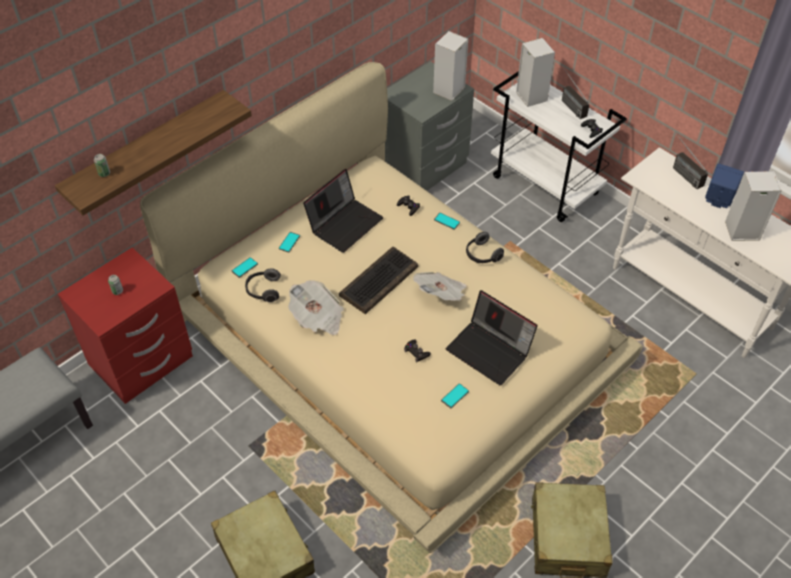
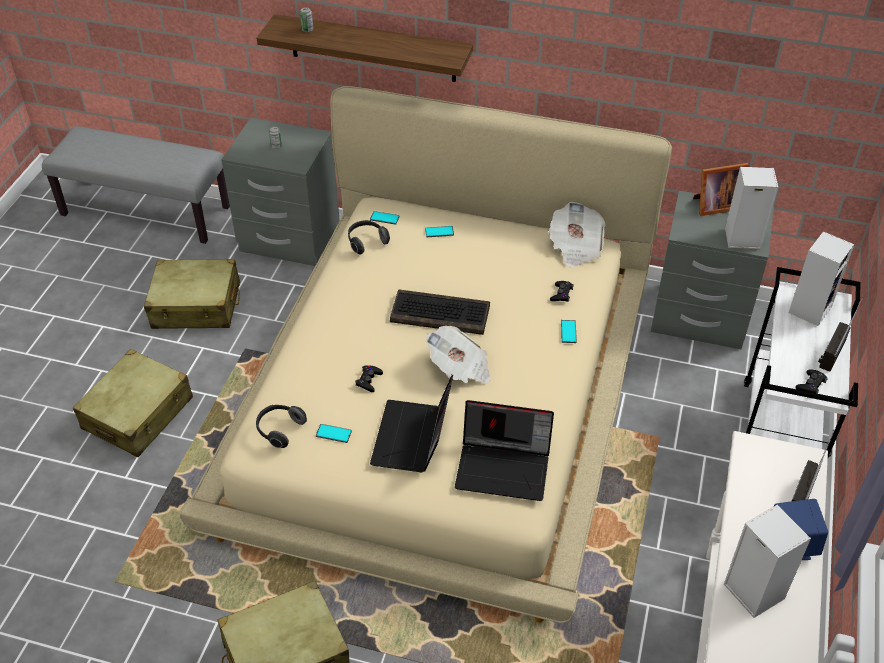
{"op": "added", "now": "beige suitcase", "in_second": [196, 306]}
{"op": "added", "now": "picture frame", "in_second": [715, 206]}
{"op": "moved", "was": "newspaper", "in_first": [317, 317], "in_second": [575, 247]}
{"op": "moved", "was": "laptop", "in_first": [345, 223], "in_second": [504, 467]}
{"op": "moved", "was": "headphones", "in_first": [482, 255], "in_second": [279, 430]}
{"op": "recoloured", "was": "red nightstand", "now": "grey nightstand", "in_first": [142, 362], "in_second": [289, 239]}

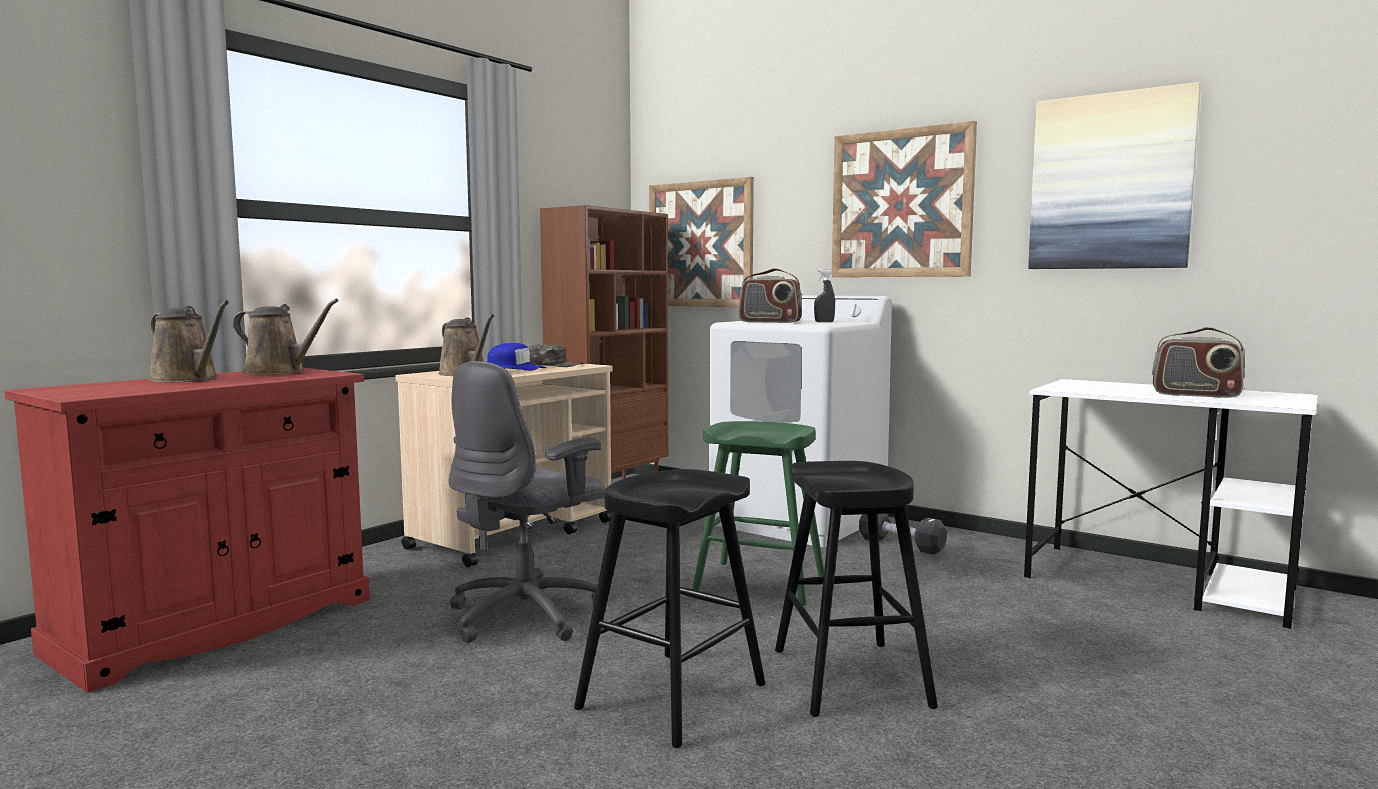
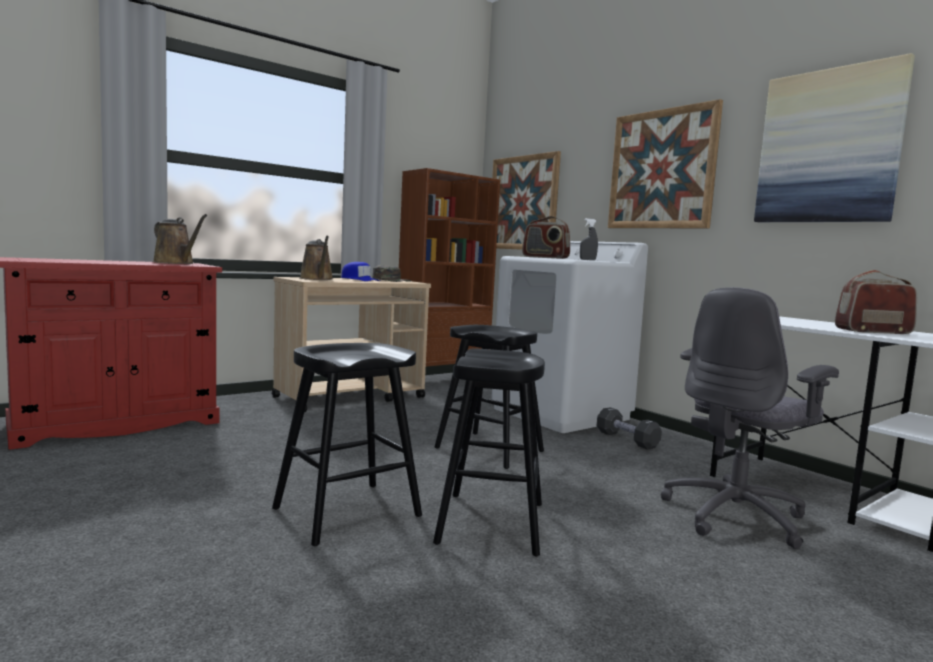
{"op": "removed", "was": "brown watering can", "in_first": [188, 379]}
{"op": "moved", "was": "grey office chair", "in_first": [527, 615], "in_second": [736, 516]}
{"op": "recoloured", "was": "green stool", "now": "black stool", "in_first": [759, 583], "in_second": [489, 449]}
{"op": "turned", "was": "radio", "in_first": [1195, 395], "in_second": [872, 331], "clockwise": 135}

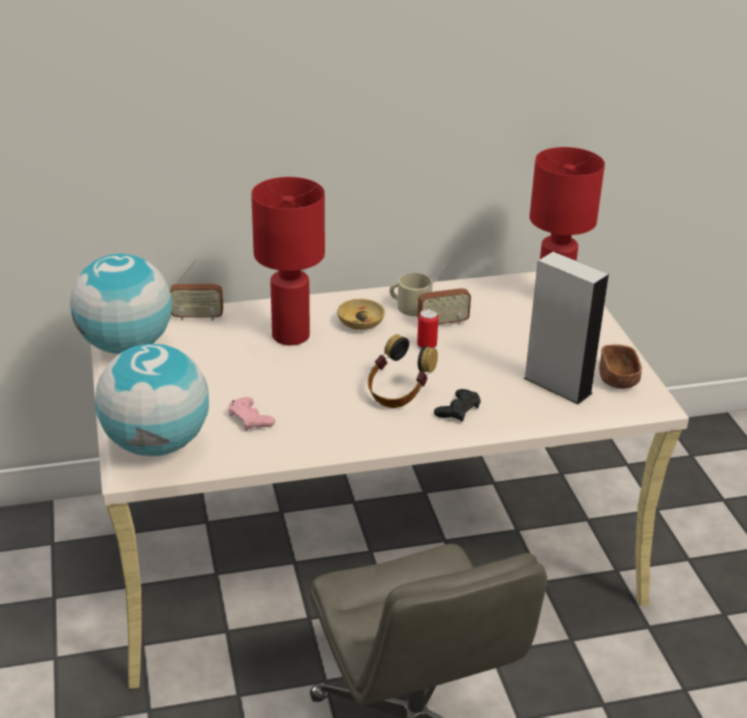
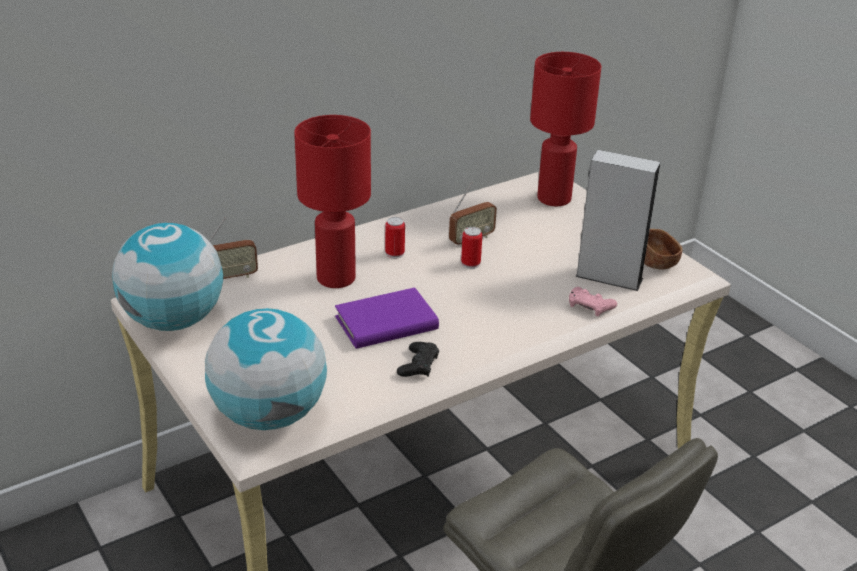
{"op": "removed", "was": "headphones", "in_first": [398, 394]}
{"op": "removed", "was": "beige mug", "in_first": [409, 306]}
{"op": "added", "now": "purple book", "in_second": [386, 323]}
{"op": "moved", "was": "pink game controller", "in_first": [250, 419], "in_second": [590, 306]}
{"op": "moved", "was": "black game controller", "in_first": [458, 410], "in_second": [418, 365]}
{"op": "replaced", "was": "beige bowl", "now": "can", "in_first": [360, 323], "in_second": [394, 253]}

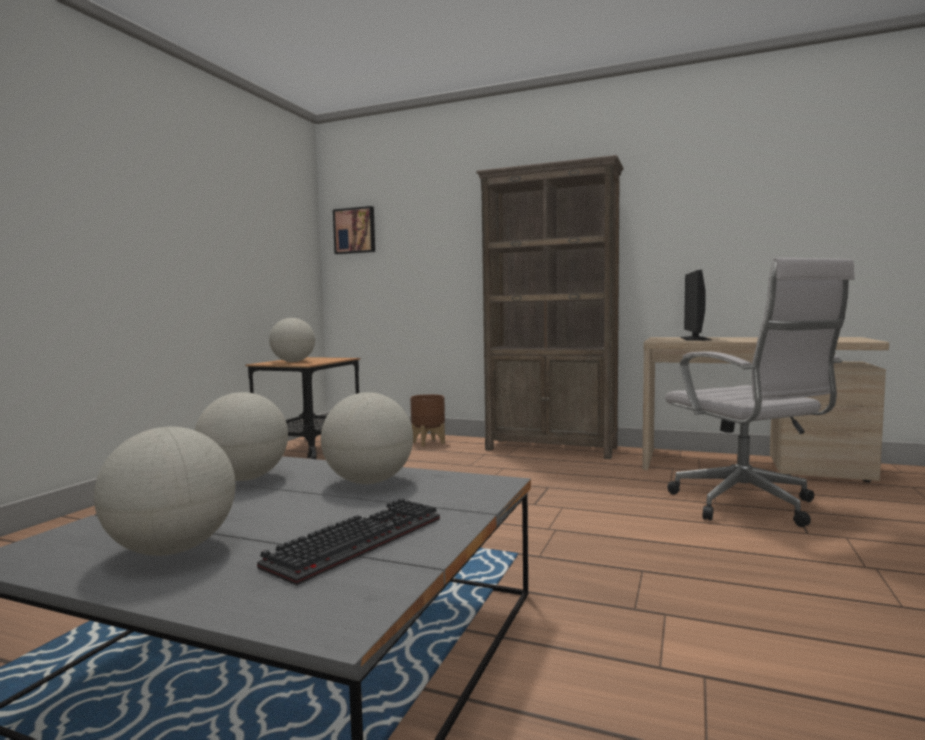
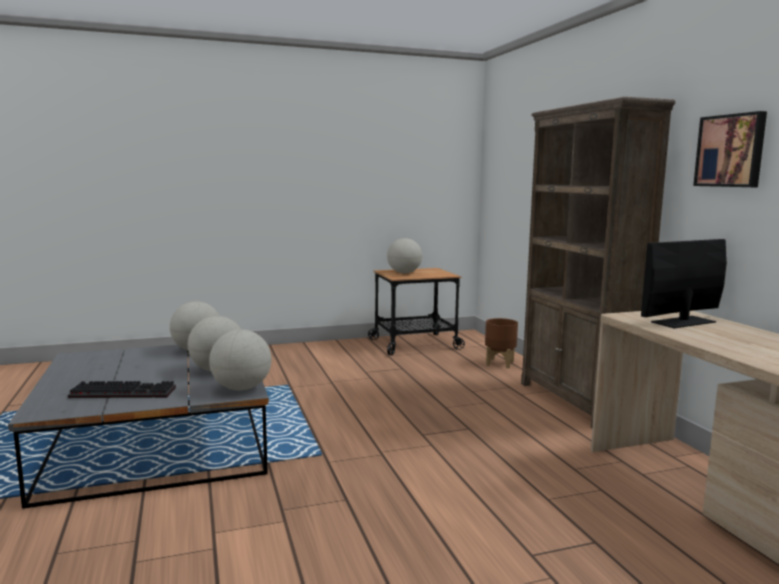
{"op": "removed", "was": "white office chair", "in_first": [748, 506]}
{"op": "moved", "was": "globe", "in_first": [172, 550], "in_second": [241, 388]}
{"op": "moved", "was": "picture", "in_first": [355, 231], "in_second": [731, 151]}

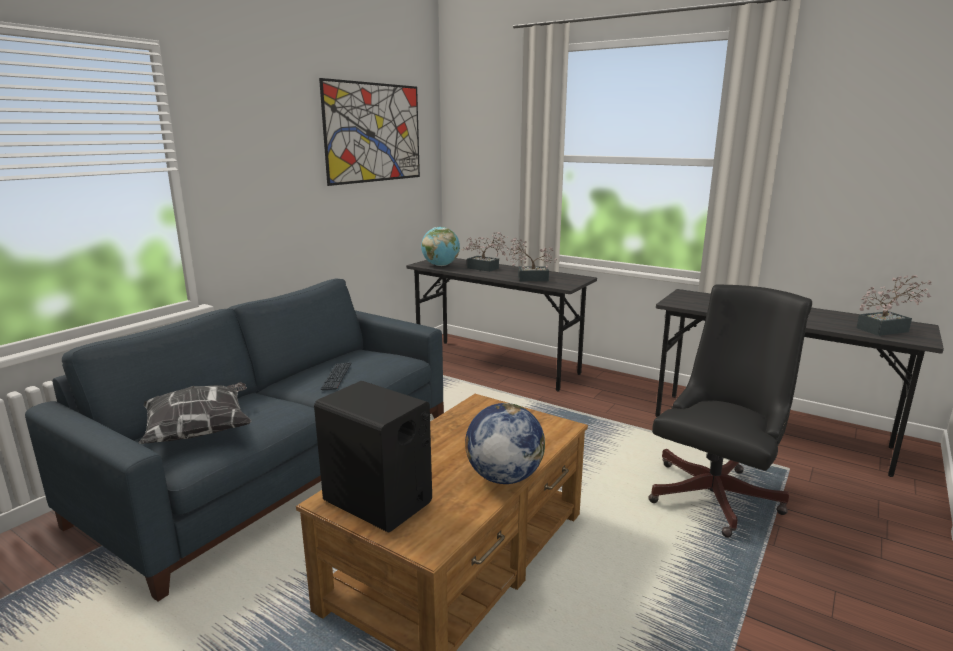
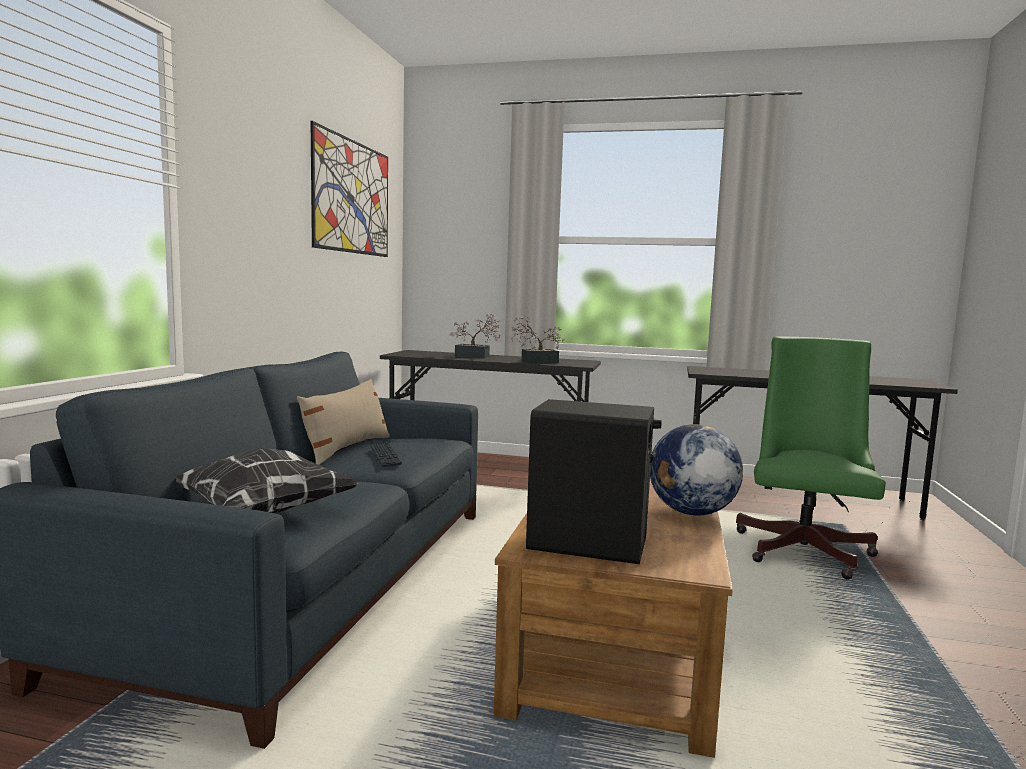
{"op": "removed", "was": "globe", "in_first": [440, 265]}
{"op": "removed", "was": "potted plant", "in_first": [887, 329]}
{"op": "added", "now": "beige pillow", "in_second": [346, 449]}
{"op": "recoloured", "was": "black office chair", "now": "green office chair", "in_first": [717, 493], "in_second": [804, 548]}

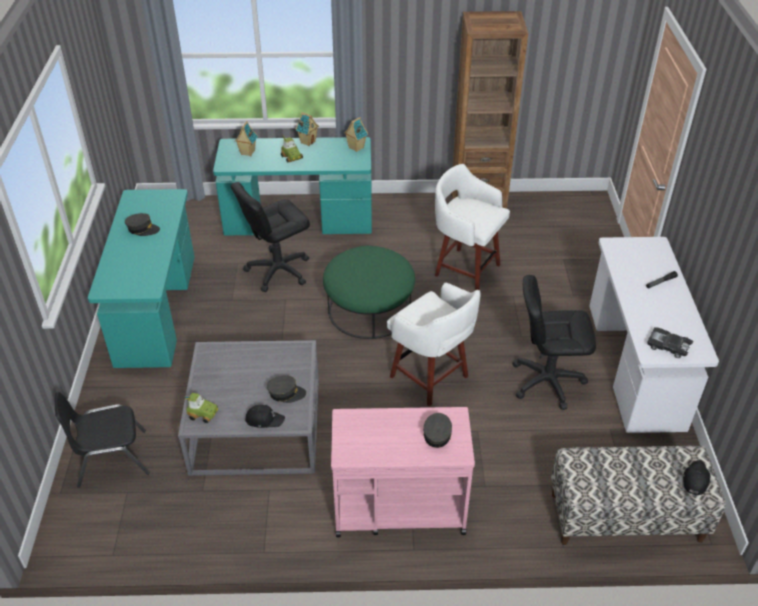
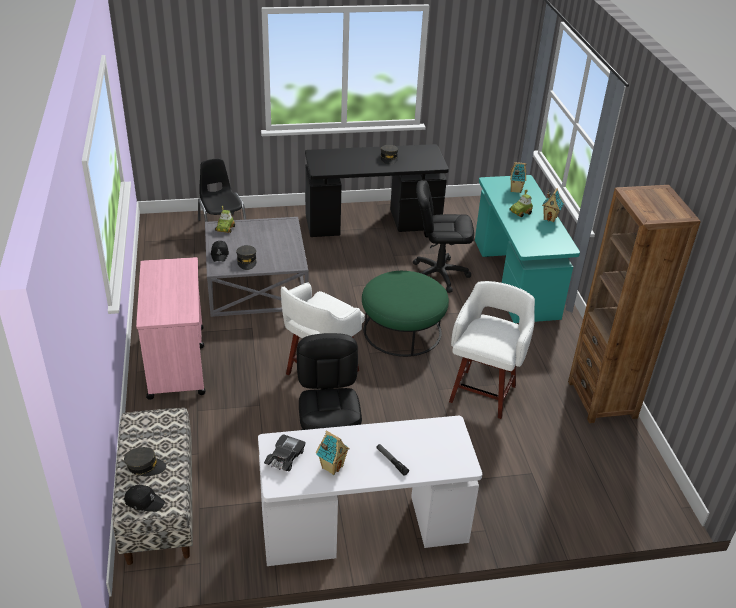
{"op": "moved", "was": "toy house", "in_first": [355, 148], "in_second": [332, 466]}
{"op": "moved", "was": "grey cap", "in_first": [437, 433], "in_second": [145, 466]}
{"op": "recoloured", "was": "turquoise desk", "now": "black desk", "in_first": [156, 309], "in_second": [372, 222]}
{"op": "turned", "was": "black office chair", "in_first": [278, 270], "in_second": [439, 274], "clockwise": -45}

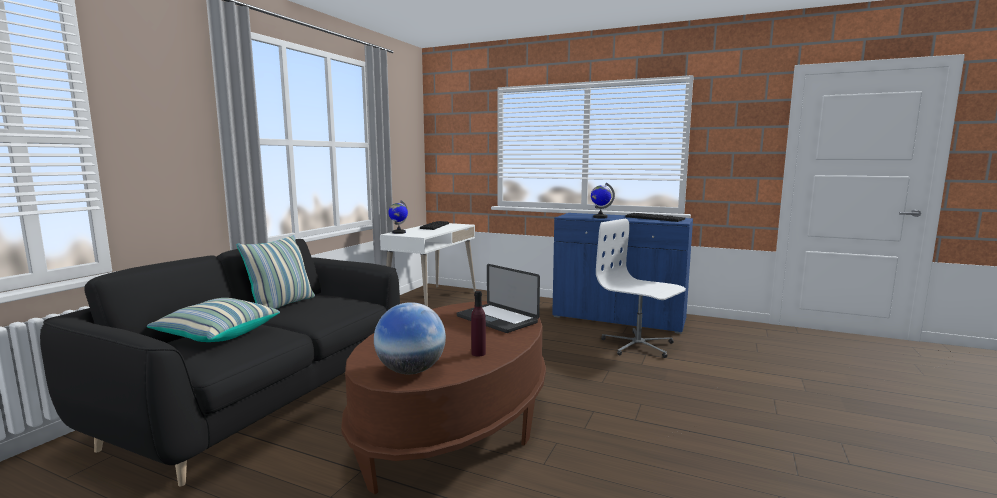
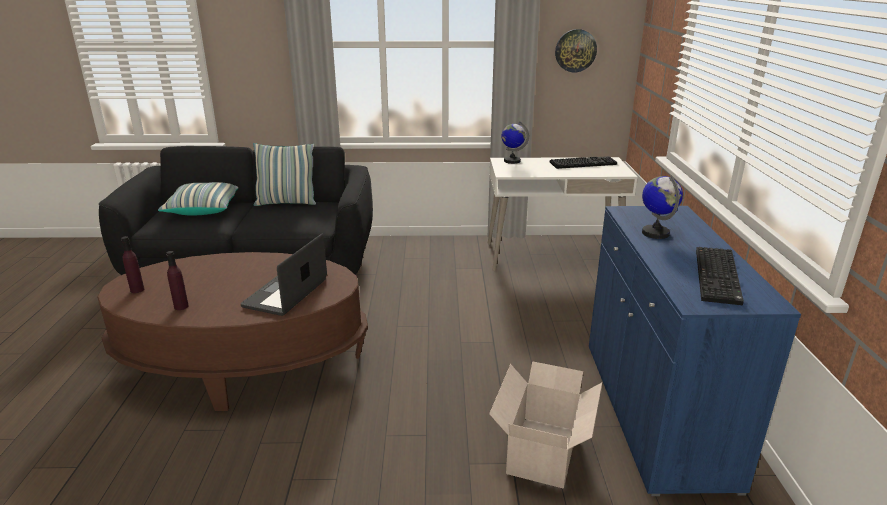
{"op": "added", "now": "wall clock", "in_second": [575, 50]}
{"op": "replaced", "was": "globe", "now": "purple bottle", "in_first": [411, 371], "in_second": [137, 290]}
{"op": "replaced", "was": "white office chair", "now": "cardboard box", "in_first": [638, 345], "in_second": [544, 450]}

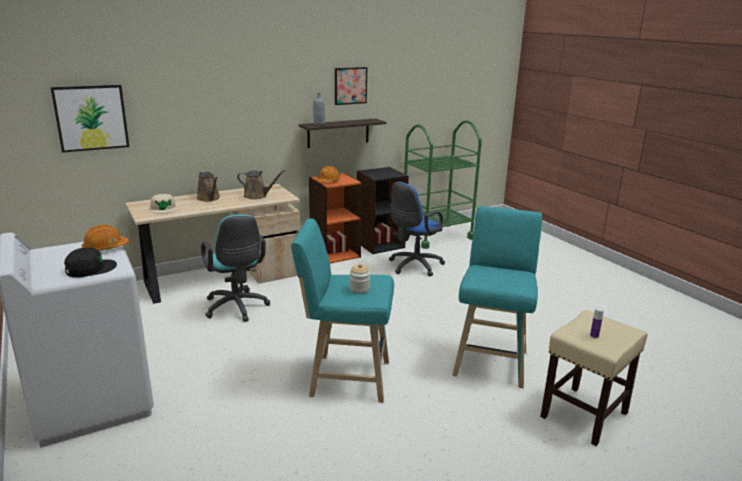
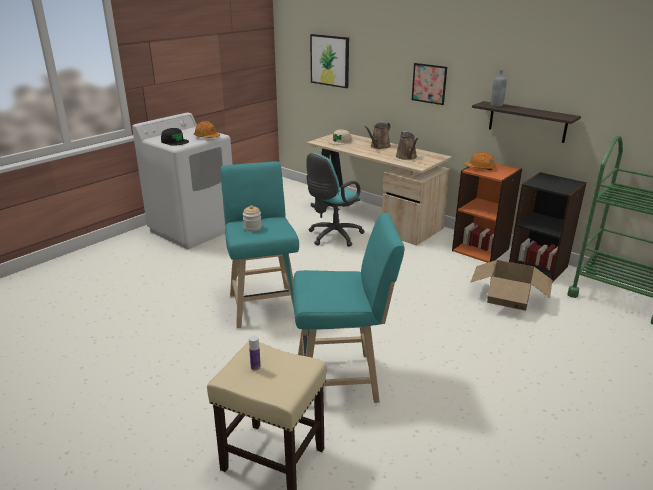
{"op": "moved", "was": "picture", "in_first": [350, 86], "in_second": [429, 83]}
{"op": "replaced", "was": "blue office chair", "now": "cardboard box", "in_first": [413, 266], "in_second": [508, 297]}

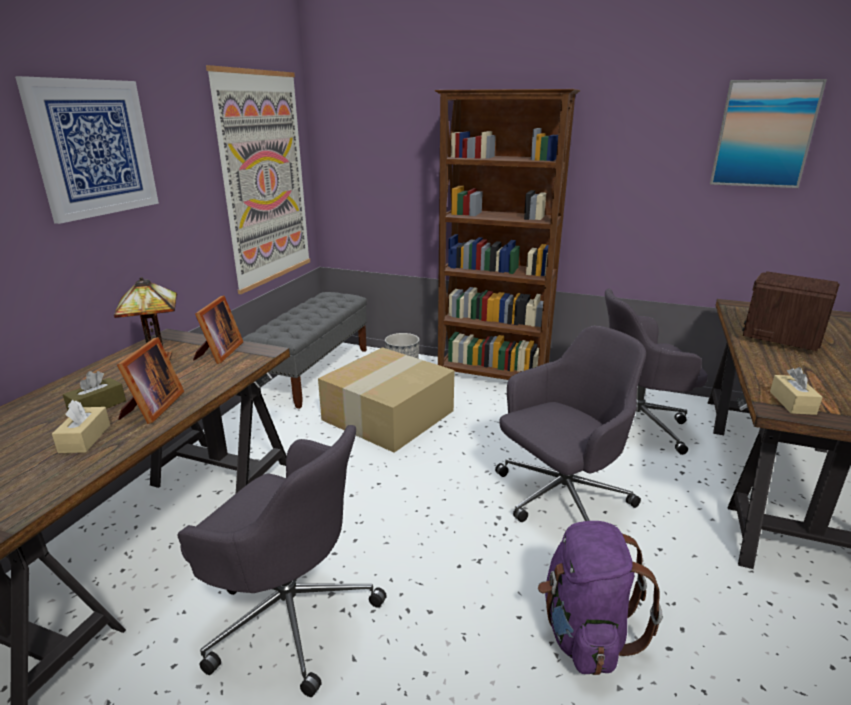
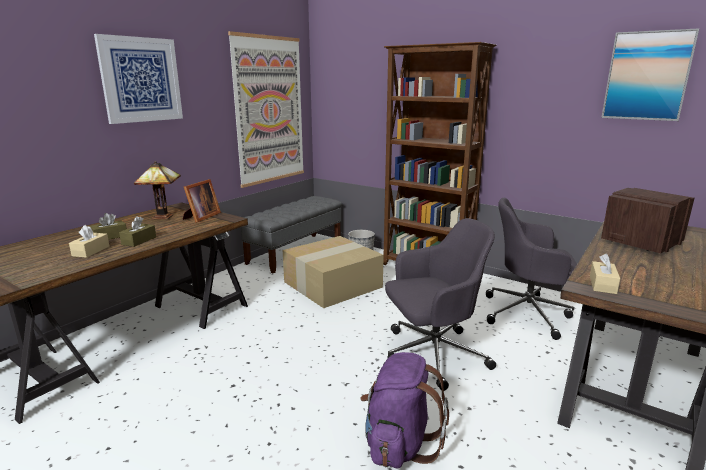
{"op": "removed", "was": "grey office chair", "in_first": [289, 612]}
{"op": "replaced", "was": "picture frame", "now": "brown tissue box", "in_first": [152, 408], "in_second": [139, 241]}

